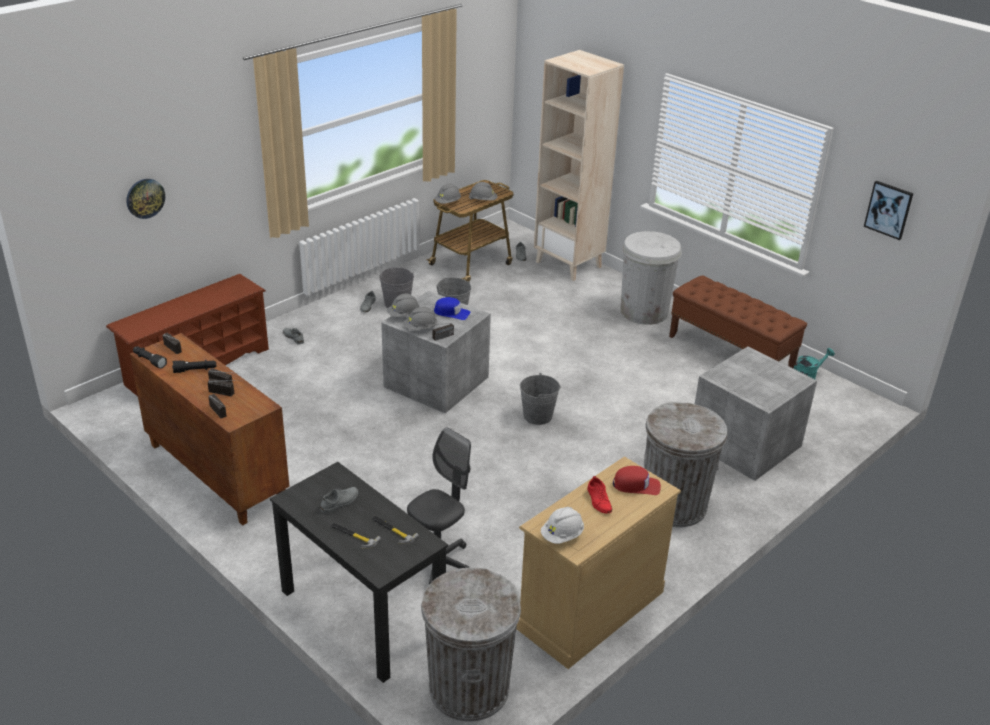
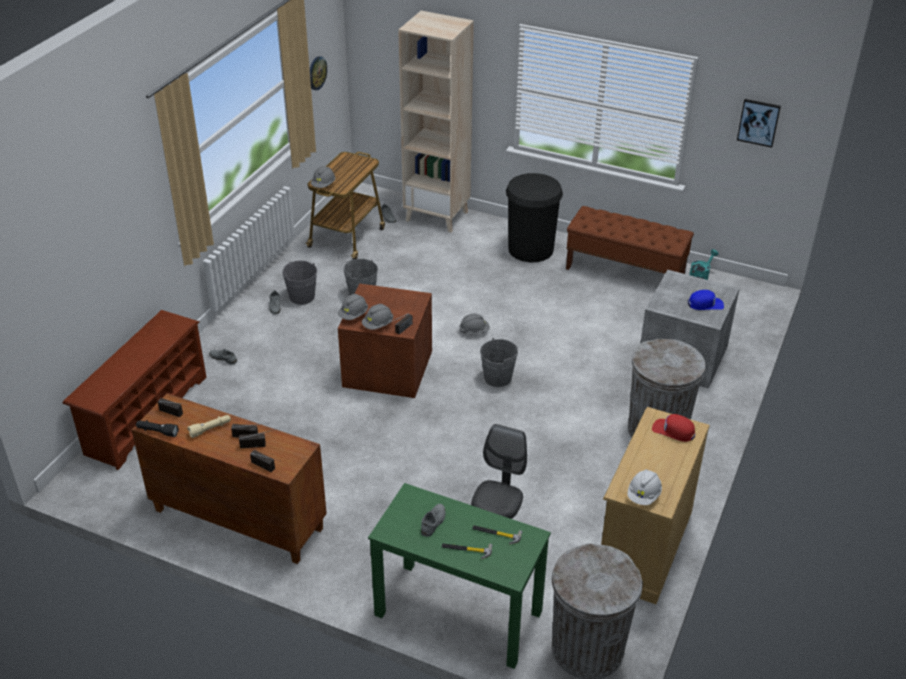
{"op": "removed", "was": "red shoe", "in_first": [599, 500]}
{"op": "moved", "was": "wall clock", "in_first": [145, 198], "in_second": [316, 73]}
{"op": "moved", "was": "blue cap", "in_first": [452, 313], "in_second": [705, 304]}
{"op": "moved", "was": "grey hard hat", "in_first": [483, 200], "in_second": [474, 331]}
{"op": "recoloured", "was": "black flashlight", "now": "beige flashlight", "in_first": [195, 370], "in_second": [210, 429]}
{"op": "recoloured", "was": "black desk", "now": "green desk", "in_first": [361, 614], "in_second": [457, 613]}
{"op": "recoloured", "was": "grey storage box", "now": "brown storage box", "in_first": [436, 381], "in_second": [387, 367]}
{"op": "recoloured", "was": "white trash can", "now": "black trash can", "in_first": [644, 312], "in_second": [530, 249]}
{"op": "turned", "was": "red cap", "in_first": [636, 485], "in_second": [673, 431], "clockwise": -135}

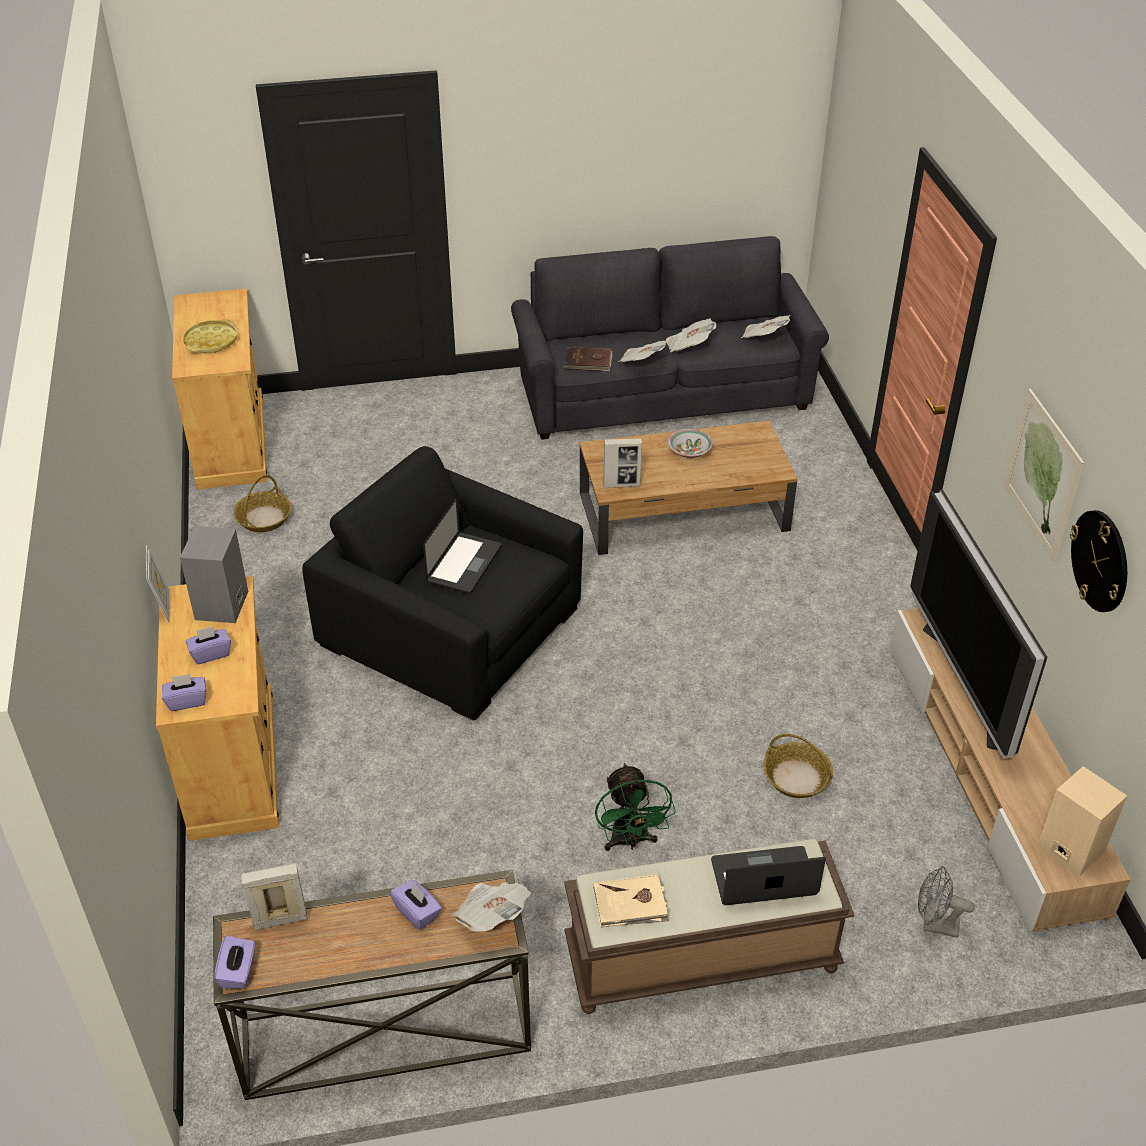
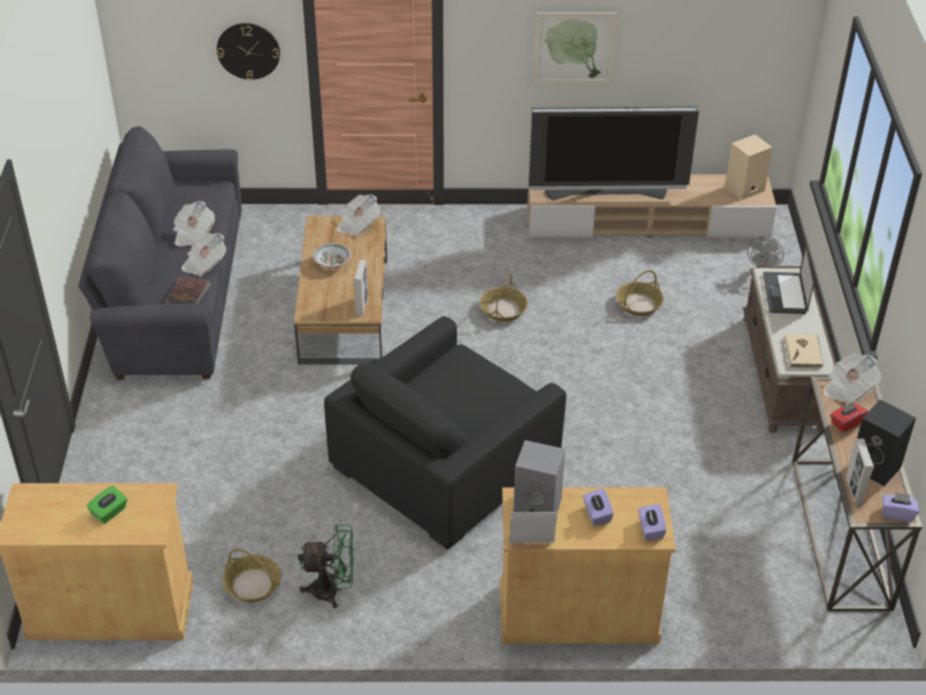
{"op": "removed", "was": "laptop", "in_first": [464, 564]}
{"op": "added", "now": "basket", "in_second": [503, 309]}
{"op": "added", "now": "black speaker", "in_second": [876, 467]}
{"op": "moved", "was": "green fan", "in_first": [630, 841], "in_second": [332, 590]}
{"op": "moved", "was": "newspaper", "in_first": [764, 337], "in_second": [358, 225]}
{"op": "moved", "was": "wall clock", "in_first": [1100, 561], "in_second": [248, 51]}
{"op": "replaced", "was": "yellow tray", "now": "green tissue box", "in_first": [211, 341], "in_second": [109, 512]}
{"op": "recoloured", "was": "purple tissue box", "now": "red tissue box", "in_first": [417, 912], "in_second": [846, 423]}

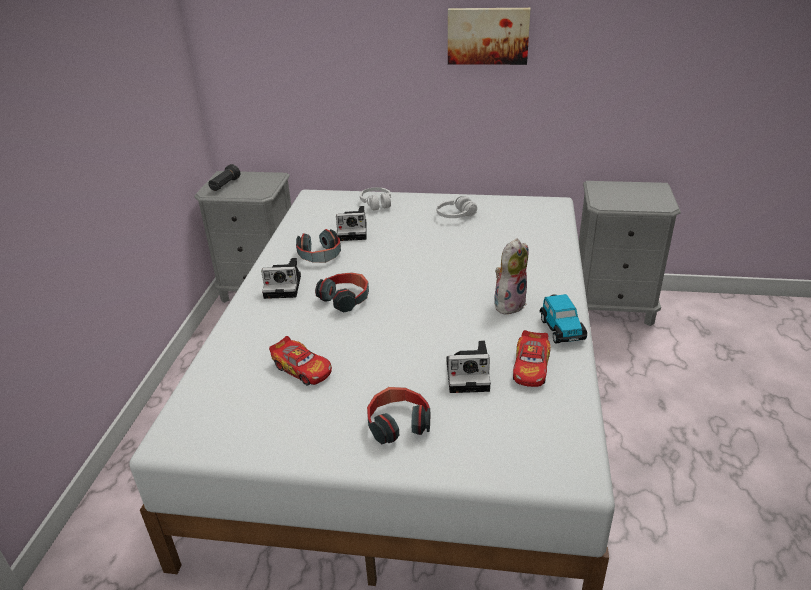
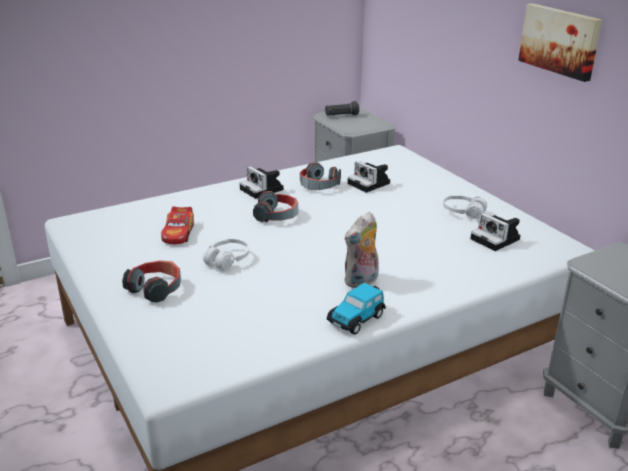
{"op": "removed", "was": "toy car", "in_first": [531, 367]}
{"op": "moved", "was": "white headphones", "in_first": [376, 203], "in_second": [227, 260]}
{"op": "moved", "was": "photo camera", "in_first": [469, 375], "in_second": [497, 239]}
{"op": "turned", "was": "plush toy", "in_first": [509, 303], "in_second": [361, 281], "clockwise": 135}

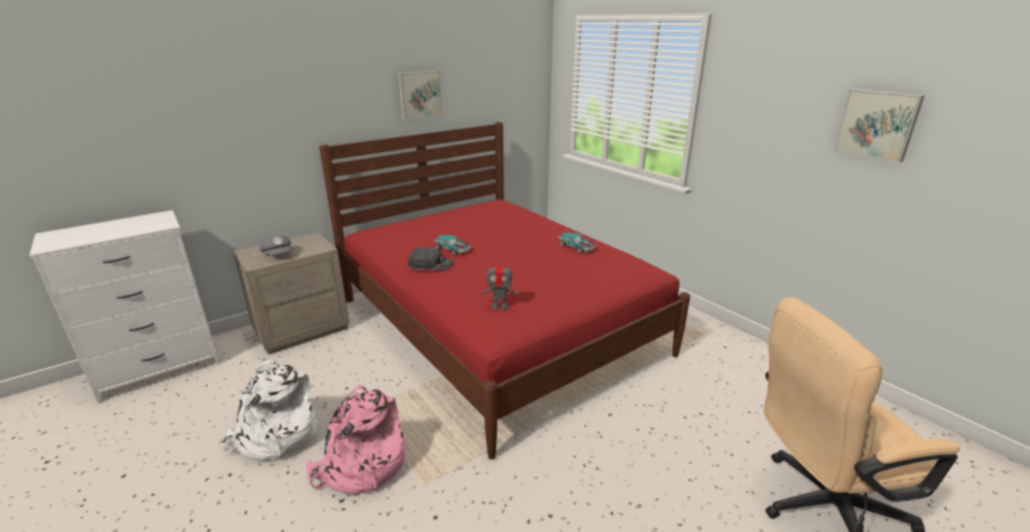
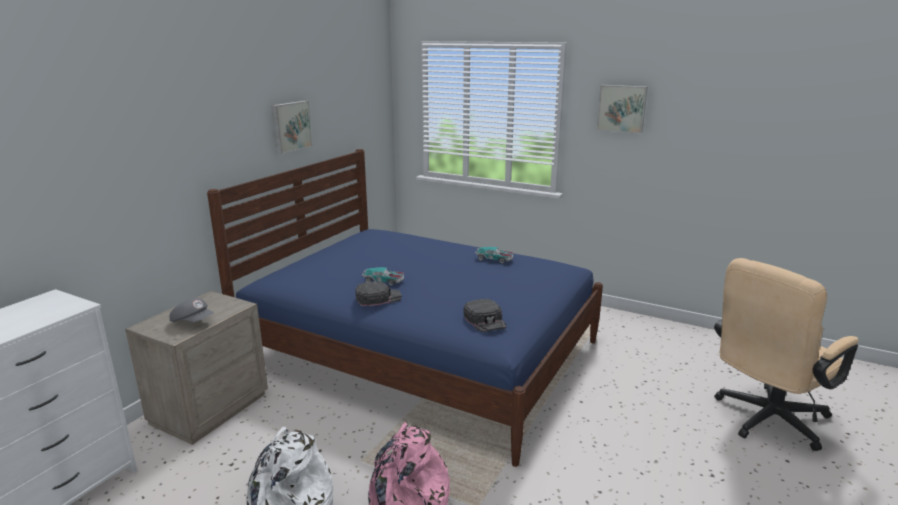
{"op": "moved", "was": "picture", "in_first": [877, 124], "in_second": [622, 108]}
{"op": "replaced", "was": "toy robot", "now": "black cap", "in_first": [500, 306], "in_second": [485, 320]}
{"op": "recoloured", "was": "red bed", "now": "blue bed", "in_first": [498, 325], "in_second": [422, 354]}

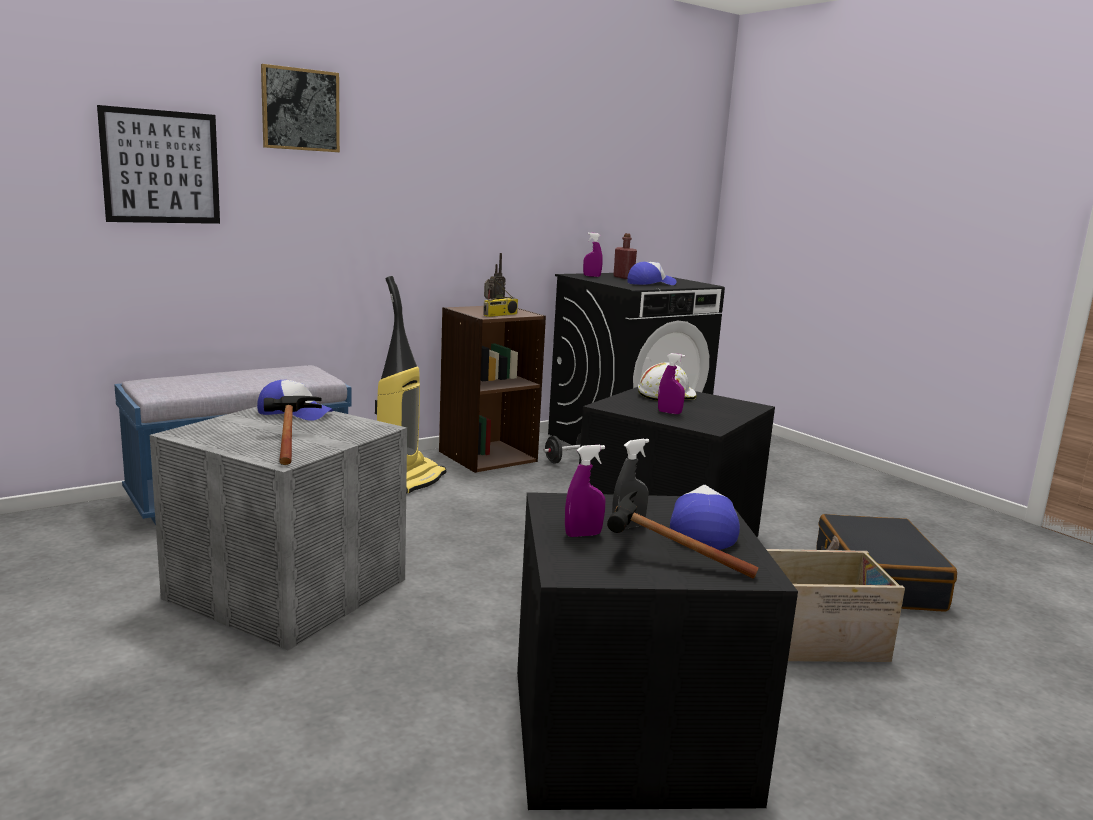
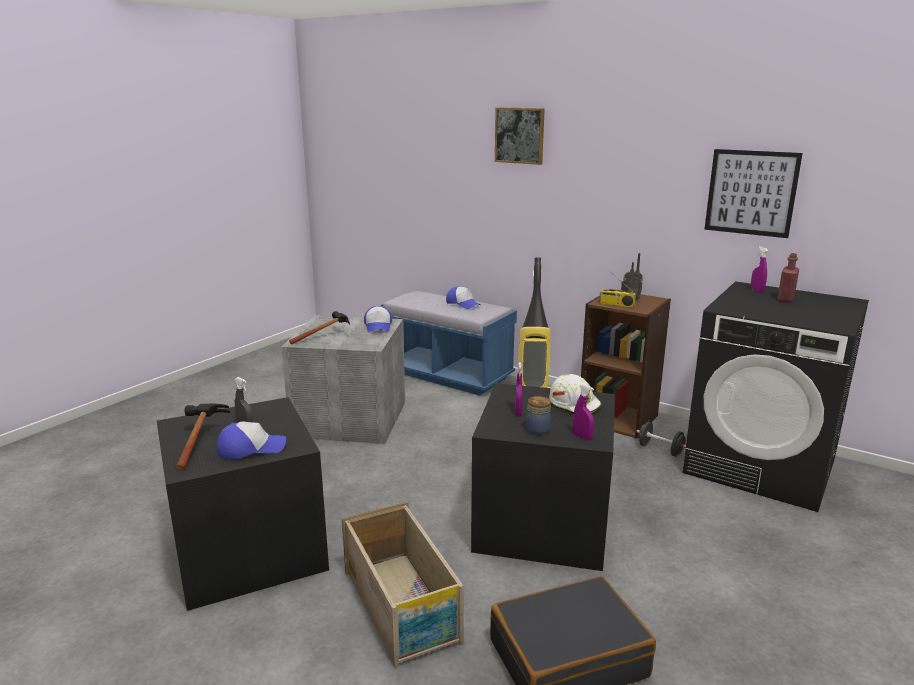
{"op": "added", "now": "jar", "in_second": [538, 429]}
{"op": "moved", "was": "picture", "in_first": [161, 167], "in_second": [751, 193]}
{"op": "moved", "was": "purple spray bottle", "in_first": [583, 535], "in_second": [582, 436]}
{"op": "moved", "was": "cap", "in_first": [650, 283], "in_second": [463, 304]}

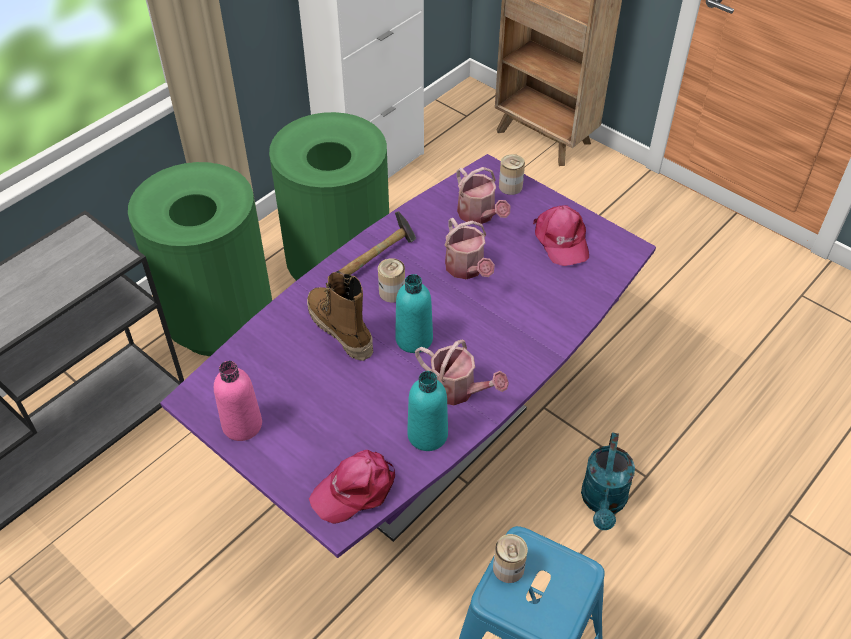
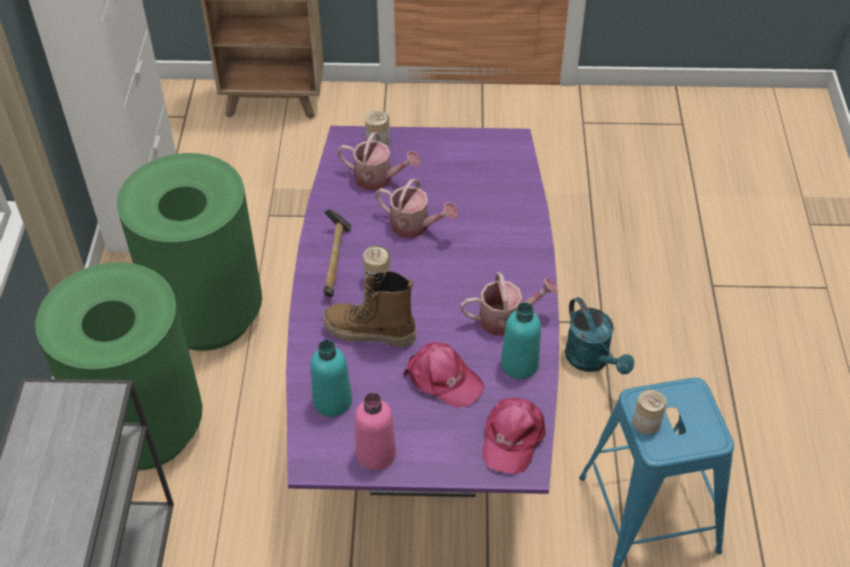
{"op": "moved", "was": "turquoise bottle", "in_first": [414, 339], "in_second": [332, 401]}
{"op": "moved", "was": "pink cap", "in_first": [561, 240], "in_second": [443, 379]}

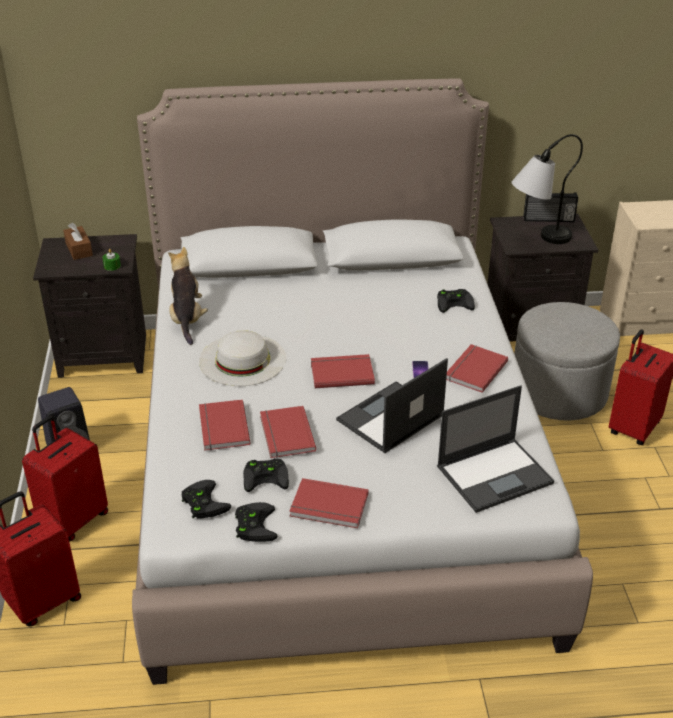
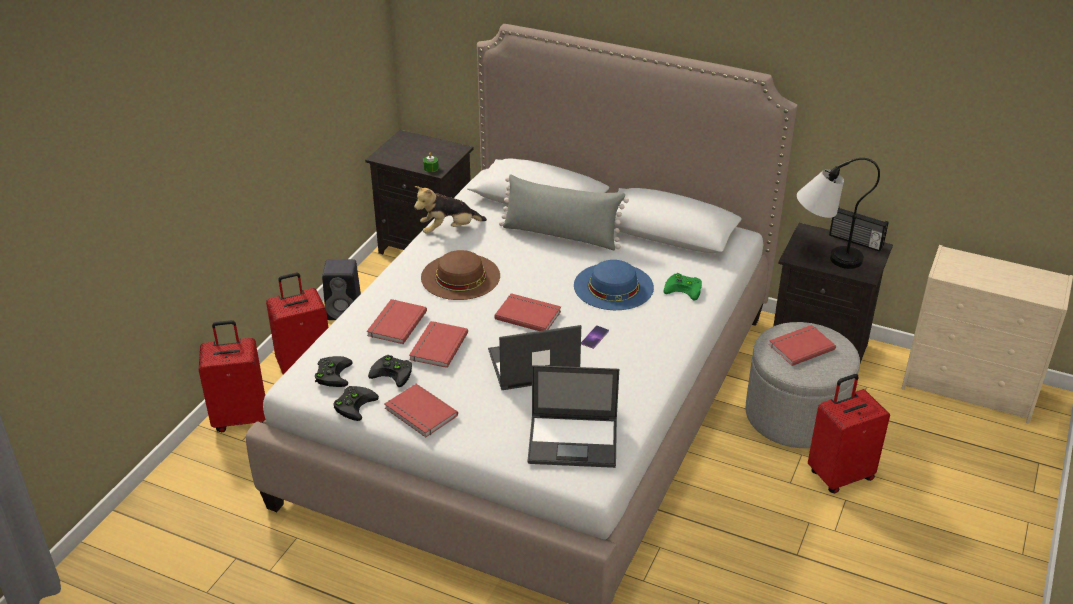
{"op": "removed", "was": "brown tissue box", "in_first": [79, 249]}
{"op": "added", "now": "grey pillow", "in_second": [561, 235]}
{"op": "added", "now": "blue hat", "in_second": [613, 286]}
{"op": "moved", "was": "red book", "in_first": [474, 370], "in_second": [800, 346]}
{"op": "recoloured", "was": "white hat", "now": "brown hat", "in_first": [242, 359], "in_second": [460, 276]}
{"op": "recoloured", "was": "black game controller", "now": "green game controller", "in_first": [455, 302], "in_second": [685, 288]}
{"op": "turned", "was": "plush toy", "in_first": [187, 319], "in_second": [448, 229], "clockwise": -135}

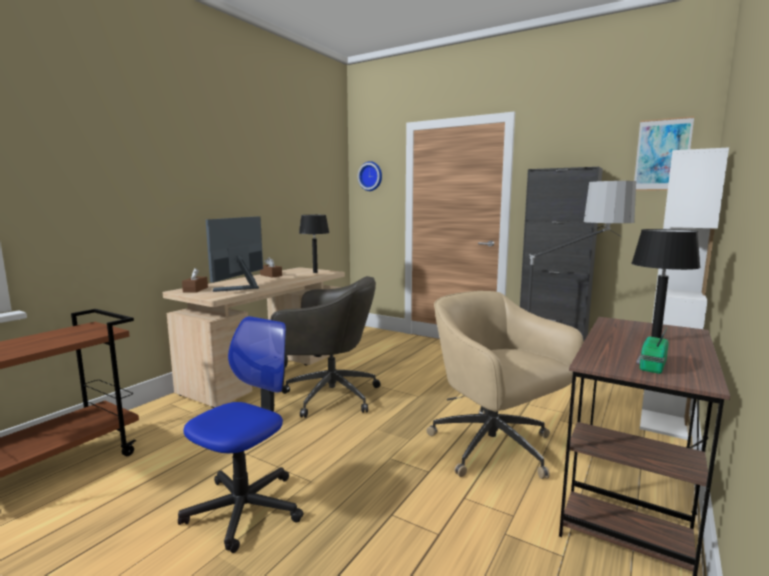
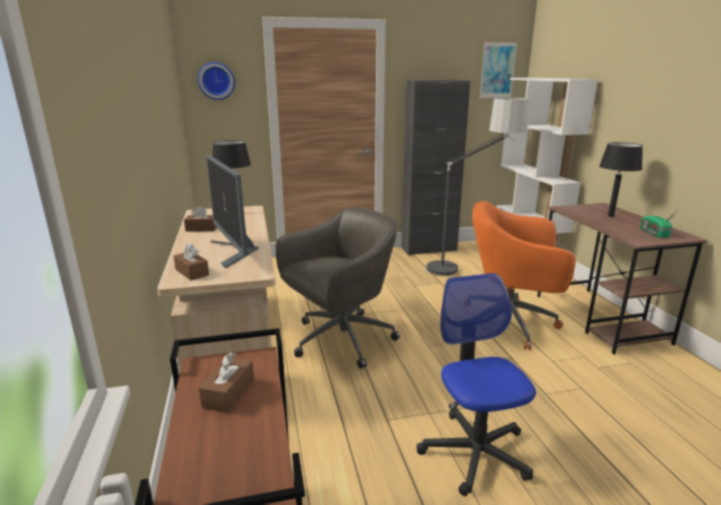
{"op": "added", "now": "brown tissue box", "in_second": [229, 393]}
{"op": "recoloured", "was": "beige office chair", "now": "orange office chair", "in_first": [495, 448], "in_second": [510, 323]}

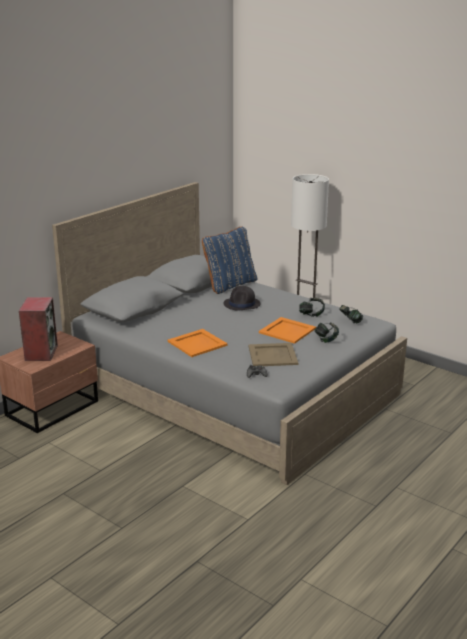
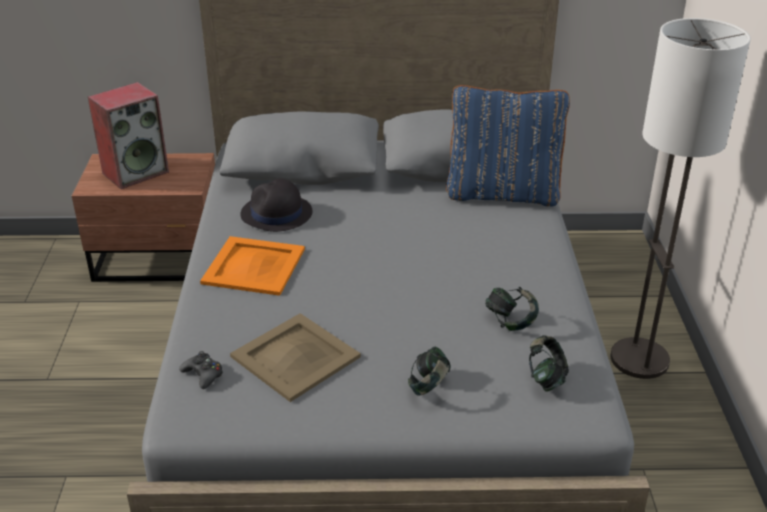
{"op": "removed", "was": "orange tray", "in_first": [288, 330]}
{"op": "moved", "was": "black hat", "in_first": [242, 304], "in_second": [276, 214]}

